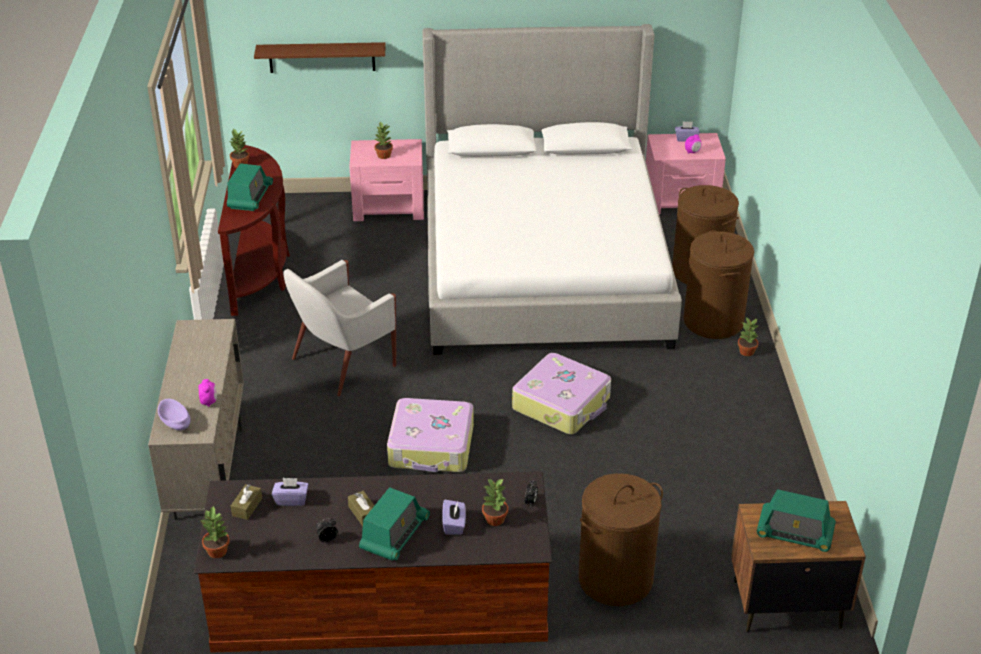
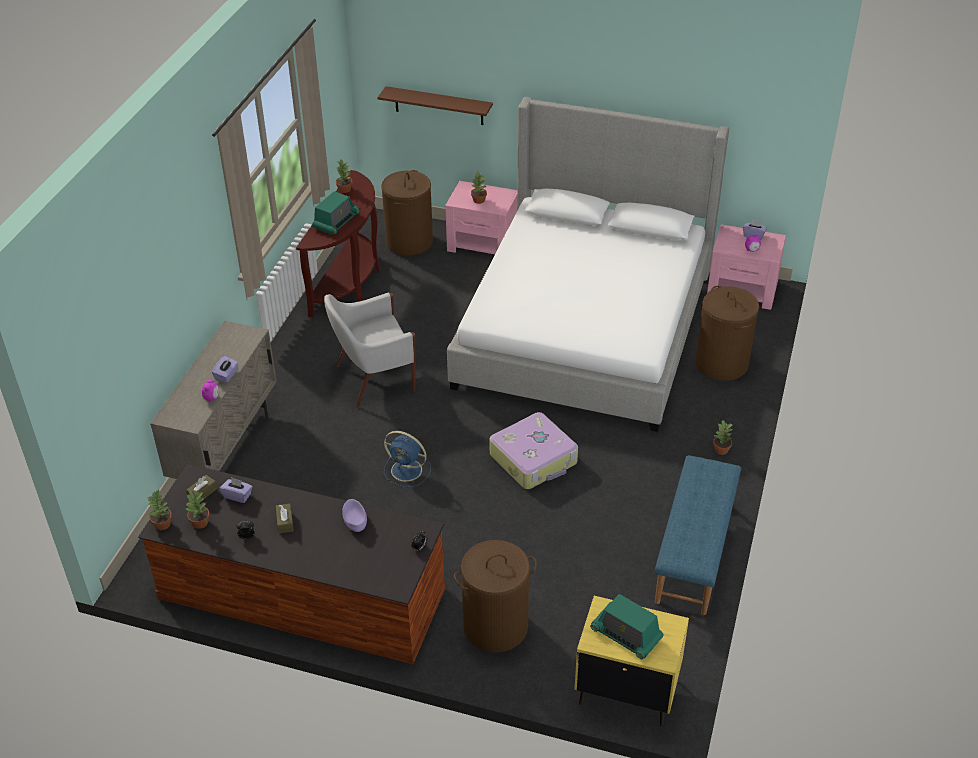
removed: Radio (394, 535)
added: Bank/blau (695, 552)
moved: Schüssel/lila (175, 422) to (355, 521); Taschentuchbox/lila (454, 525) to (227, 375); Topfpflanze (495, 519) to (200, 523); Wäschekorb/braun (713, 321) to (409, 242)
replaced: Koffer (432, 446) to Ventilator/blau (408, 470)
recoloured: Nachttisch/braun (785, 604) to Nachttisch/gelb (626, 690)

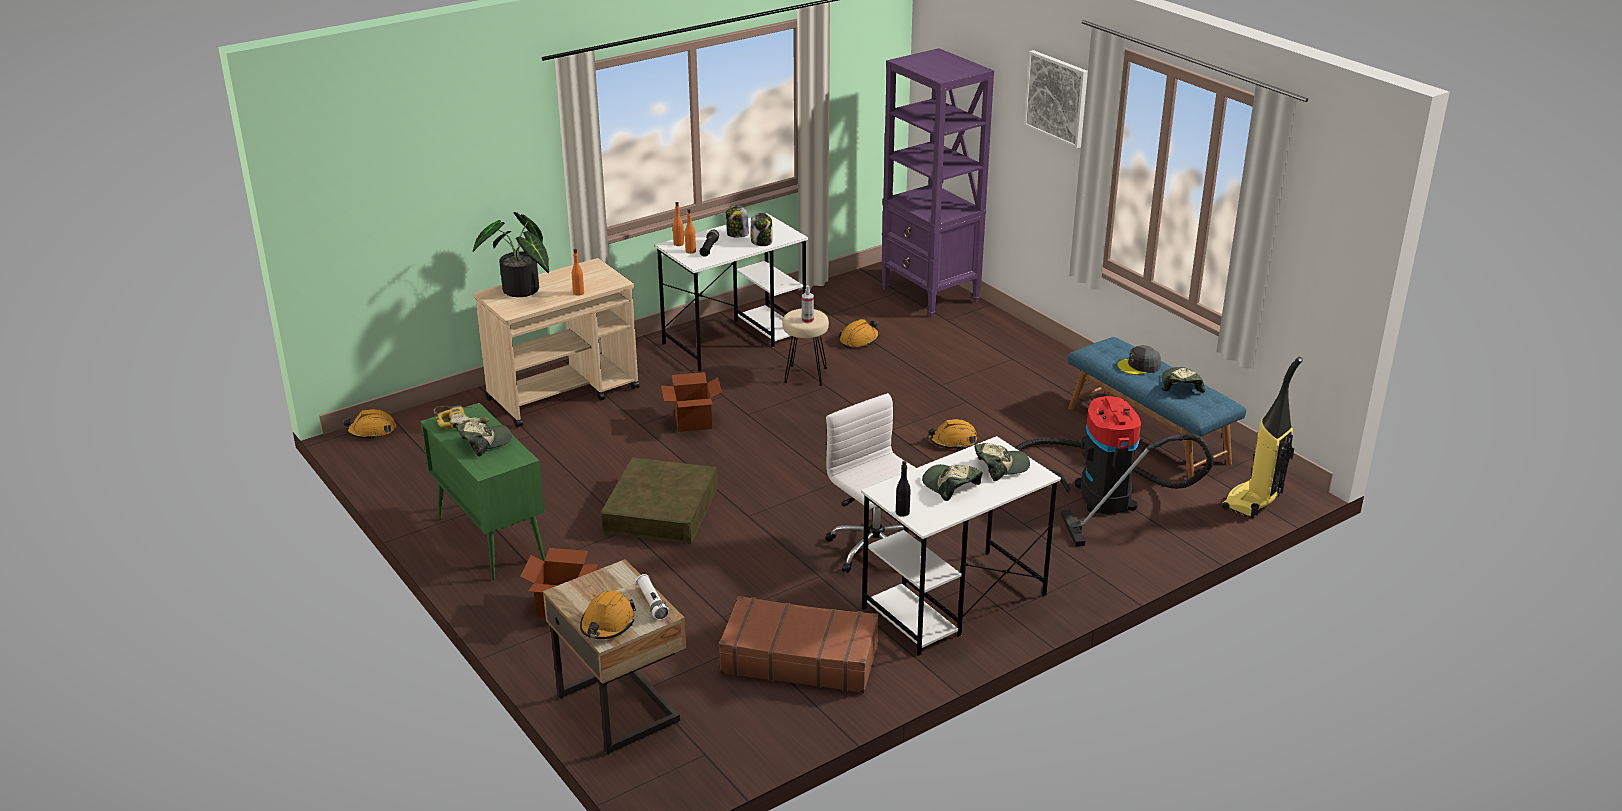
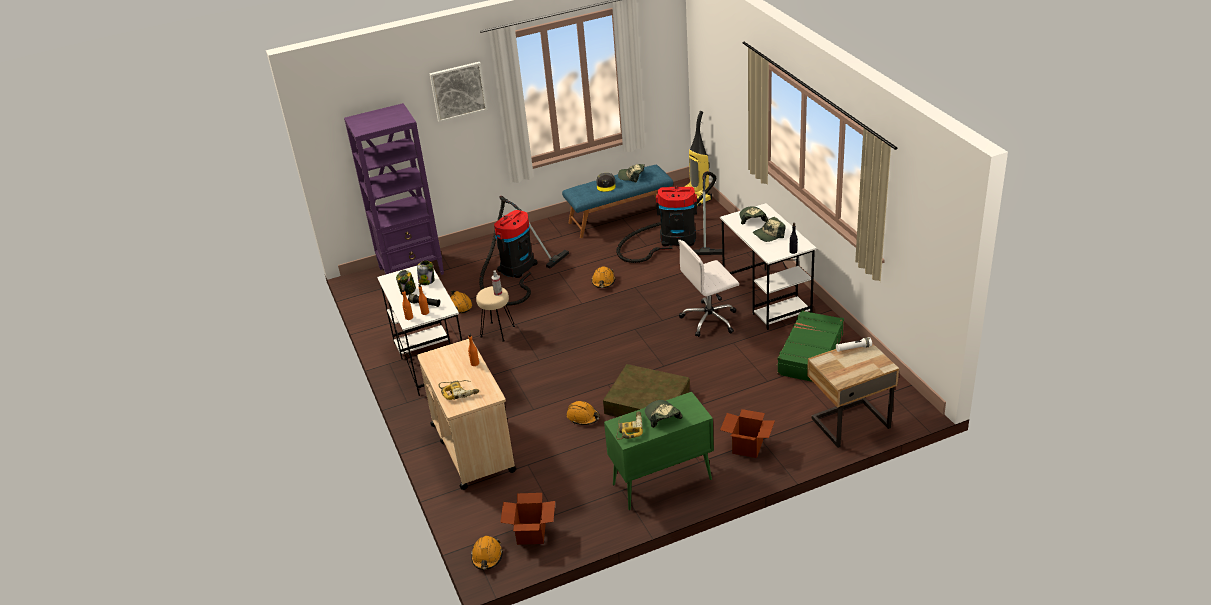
added: Staubsauger (515, 270)
moved: Schutzhelm/orange (607, 624) to (583, 417); Karton (693, 422) to (531, 533)
replaced: Topfpflanze (521, 292) to Bohrmaschine (459, 392)
recoloured: Koffer/braun (799, 658) to Koffer/grün (809, 355)

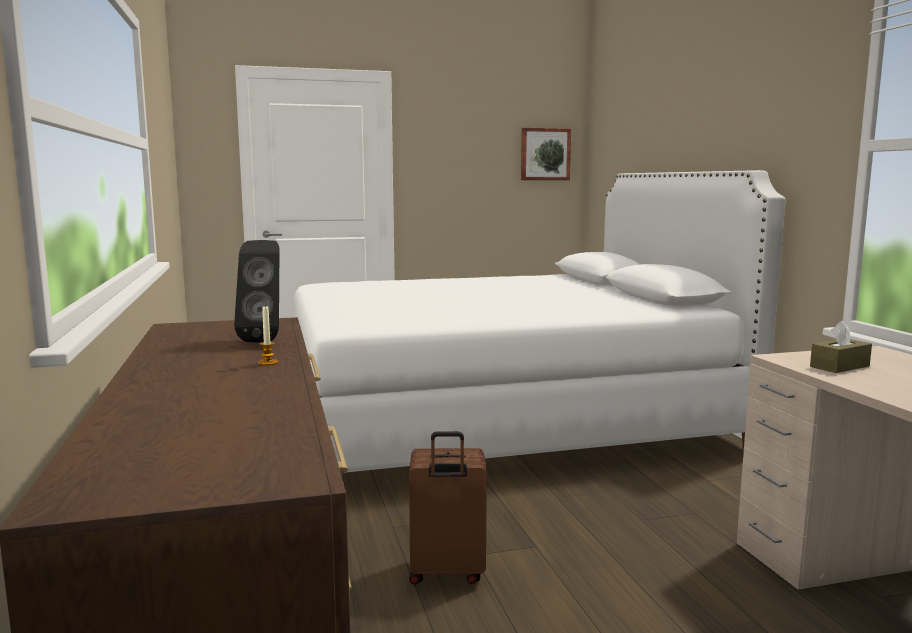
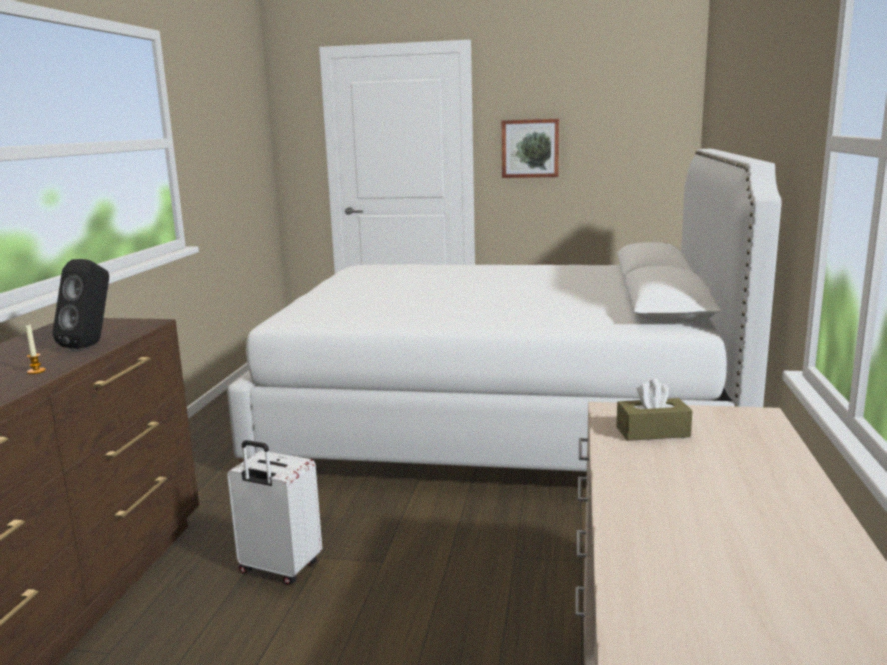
moved: Bild (545, 154) to (530, 148)
recoloured: Koffer/braun (446, 573) to Koffer/weiß (279, 569)

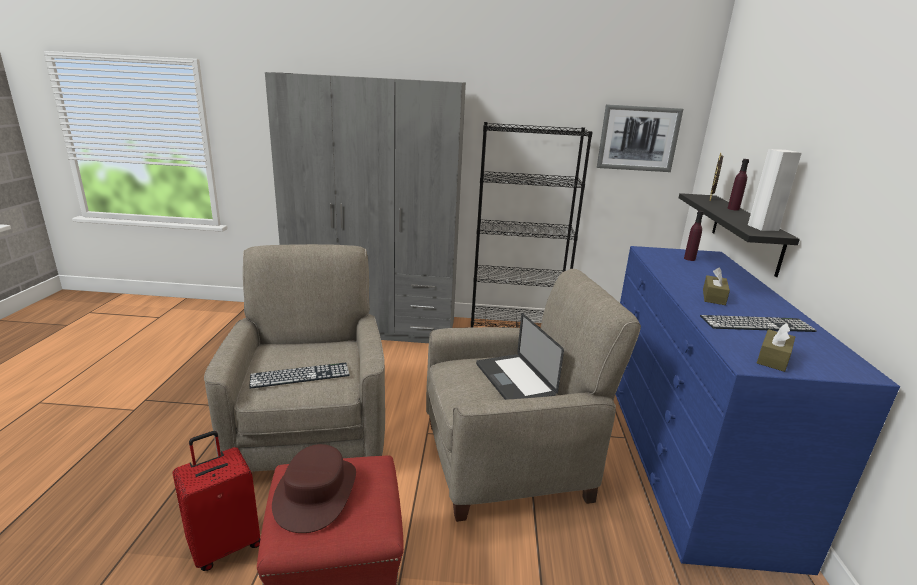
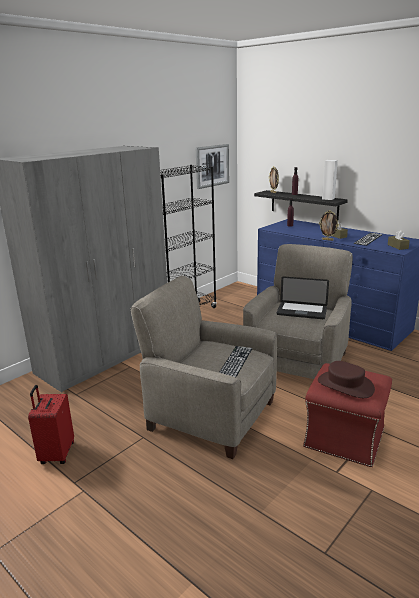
added: Bilderrahmen (327, 240)
moved: Koffer/rot (225, 545) to (56, 454)

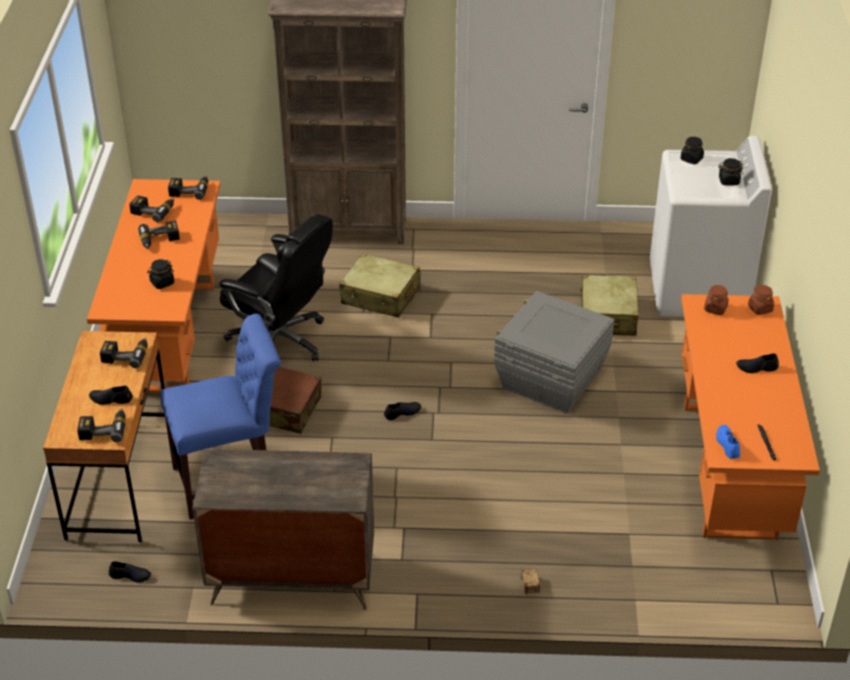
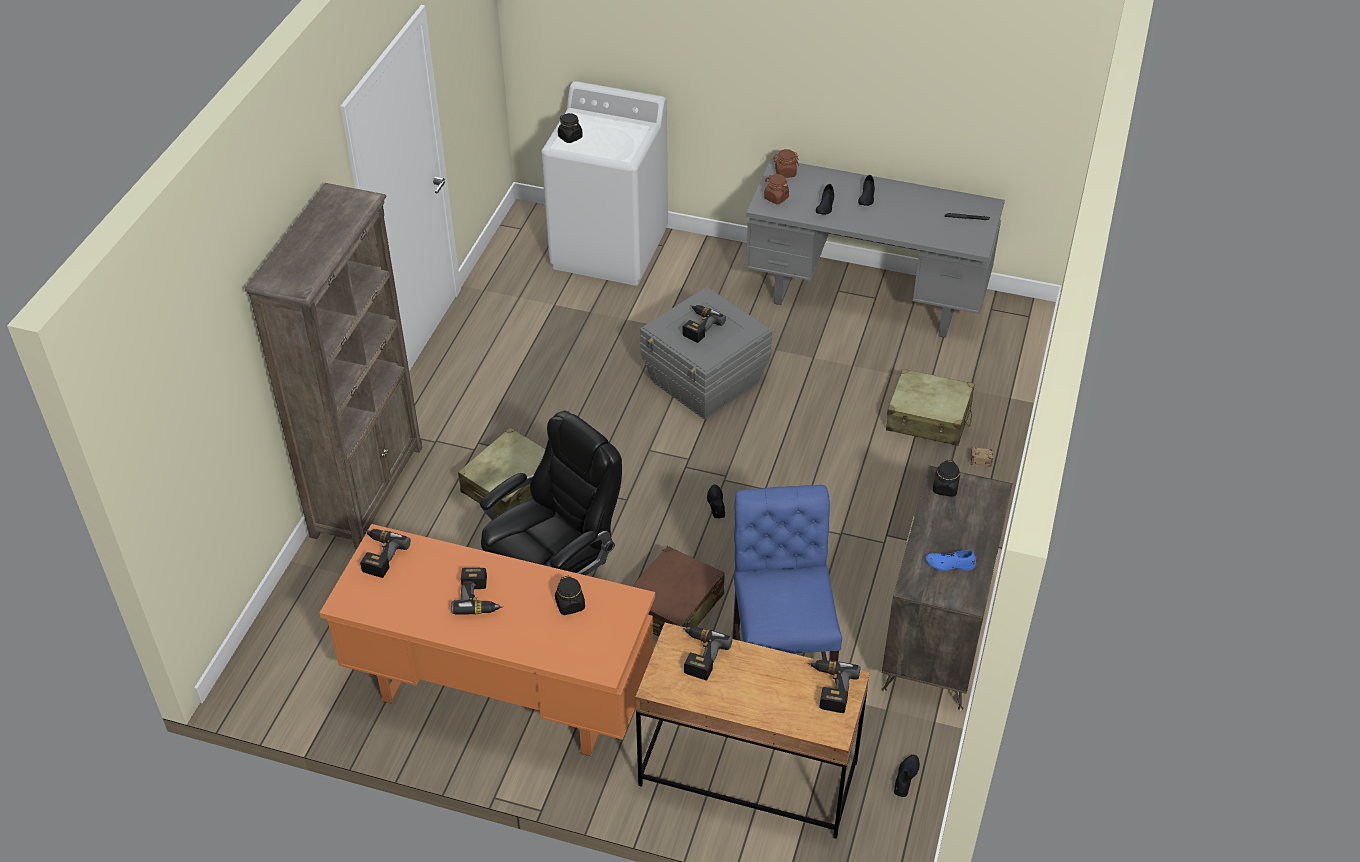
moved: Schuh/schwarz (111, 399) to (825, 205); Bohrmaschine (153, 211) to (698, 326); Koffer/beige (607, 316) to (928, 418); Schuh/blau (727, 444) to (950, 564); Vorratsglas/schwarz (728, 181) to (945, 488)
recoloured: Schreibtisch/orange (730, 470) to Schreibtisch/grau (867, 299)

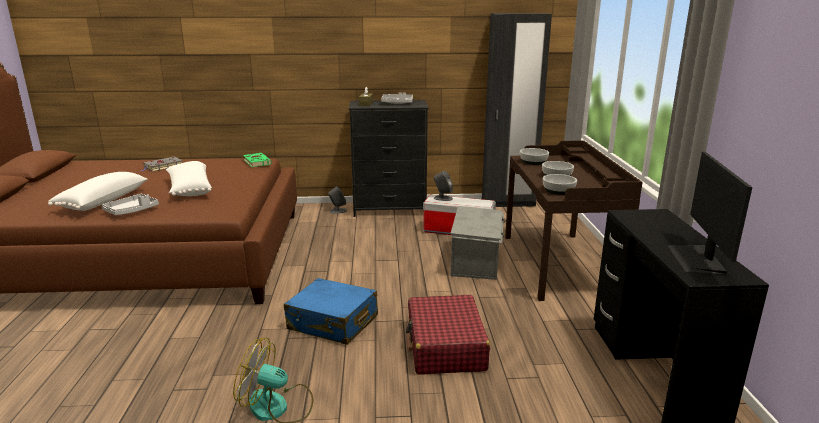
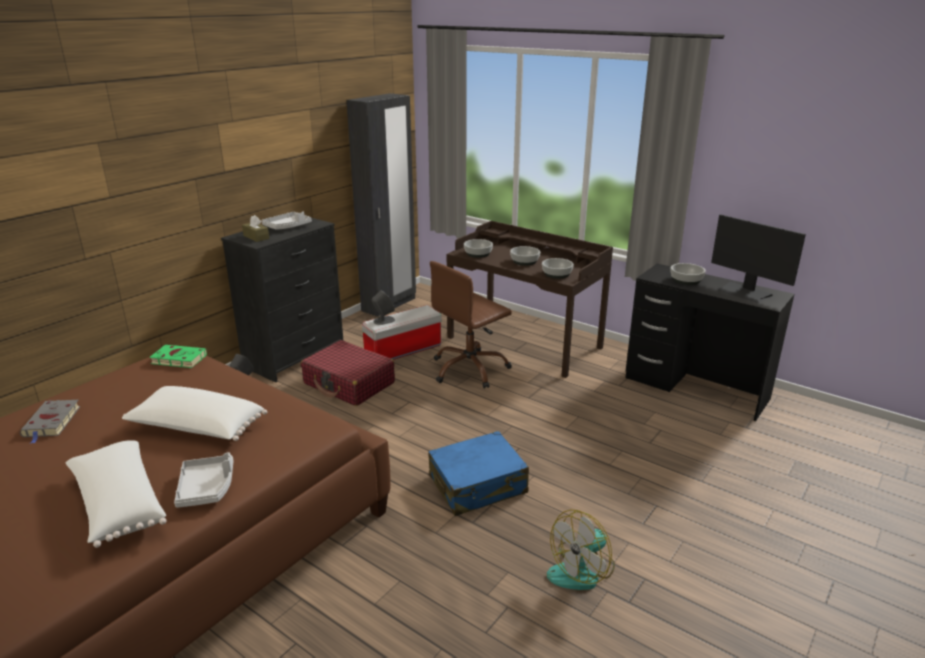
added: Schüssel (685, 280)
moved: Koffer/rot (445, 346) to (349, 383)
replaced: Aufbewahrungsbox/grau (477, 261) to Bürostuhl/braun (470, 369)

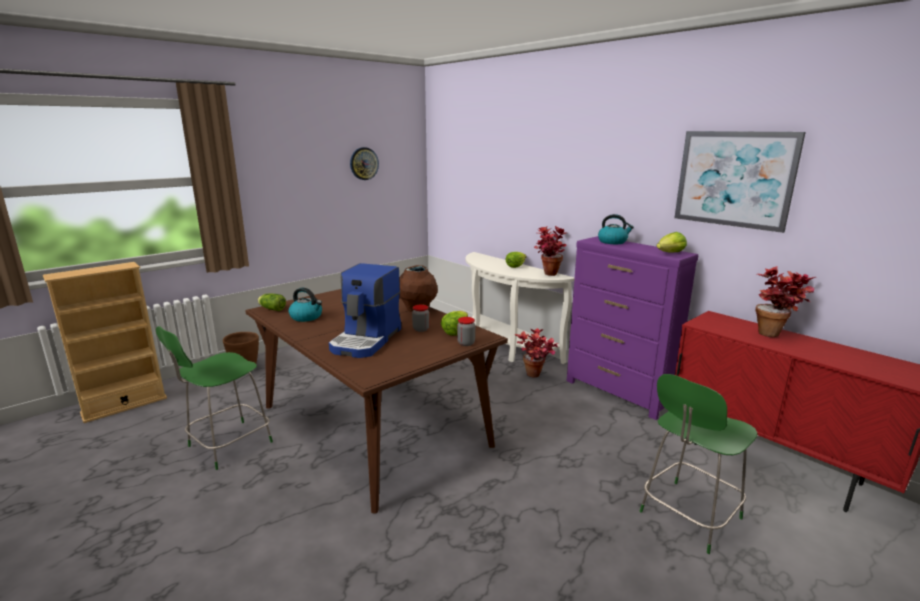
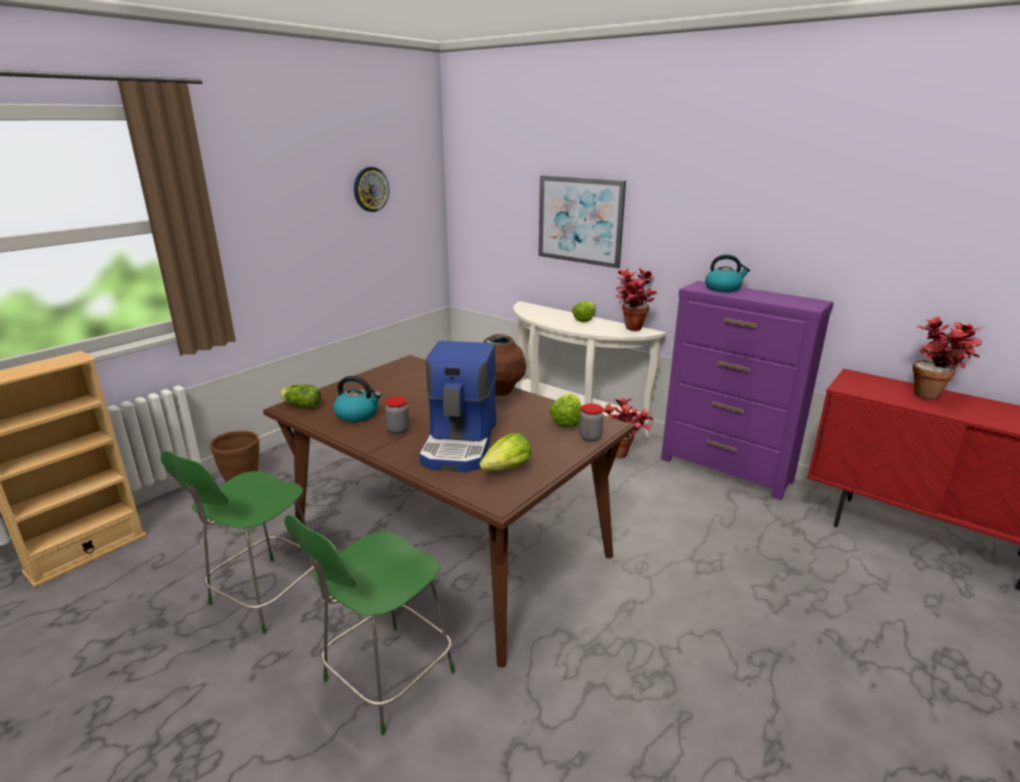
moved: Vorratsglas (421, 329) to (398, 430); Stuhl/grün (688, 516) to (385, 679); Salatkopf (670, 253) to (507, 468); Bild (734, 179) to (580, 220)

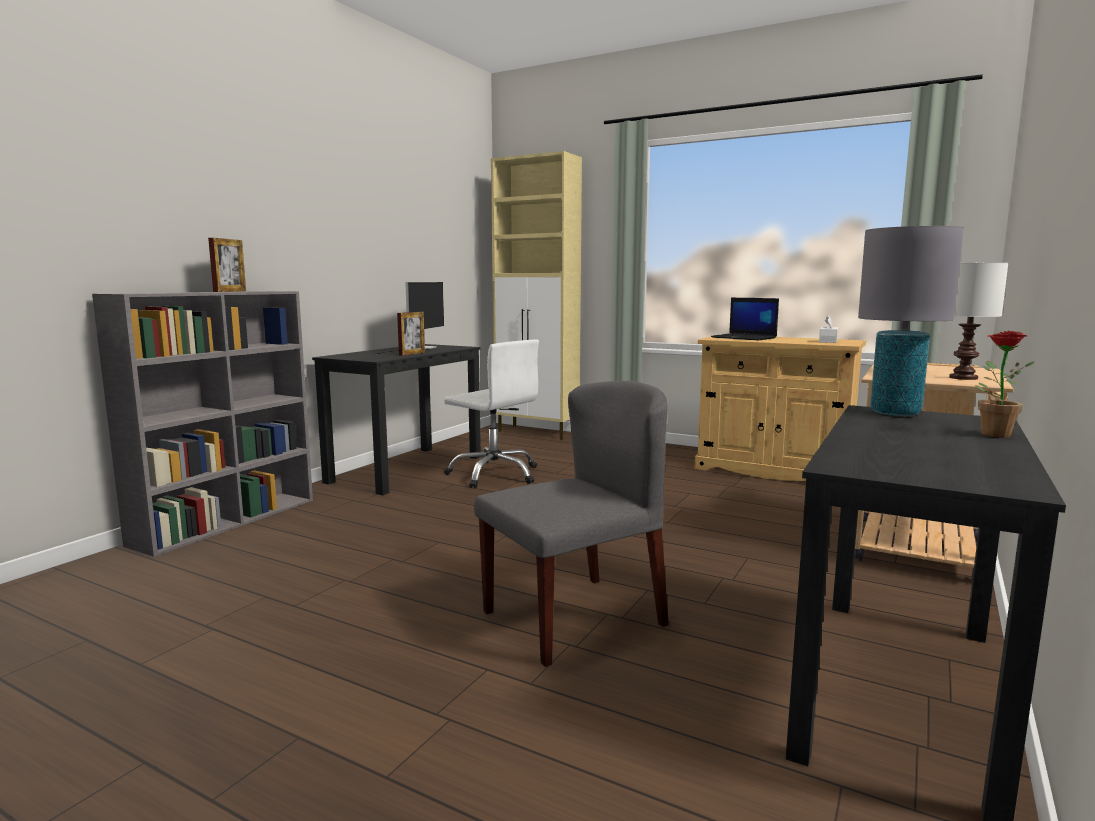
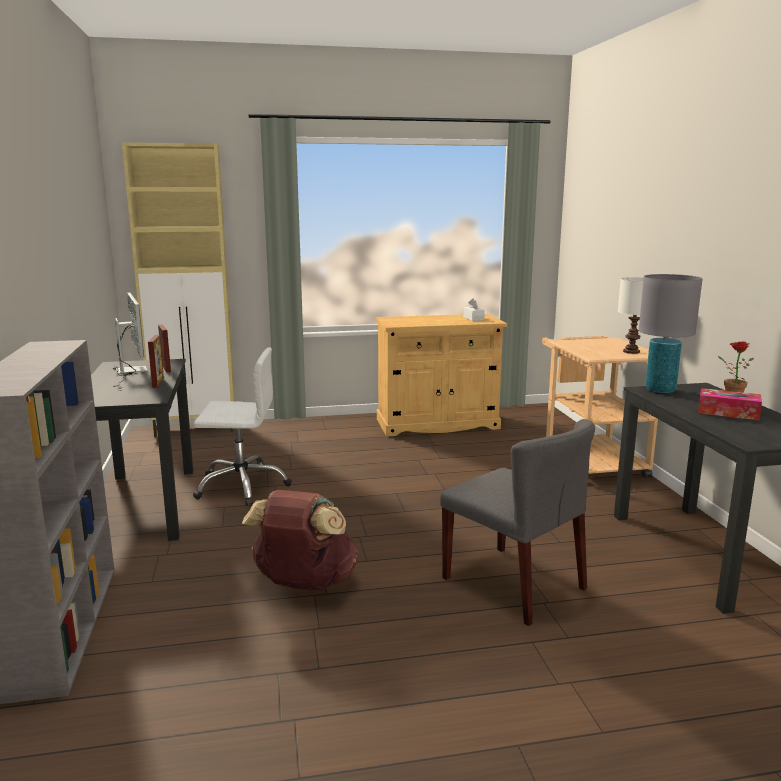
removed: Laptop (745, 338)
added: Rucksack/braun (304, 584); Taschentuchbox (728, 412)
moved: Bilderrahmen (230, 291) to (166, 368)
turned: Stuhl/grau (574, 617) = (515, 583) 120 degrees clockwise

